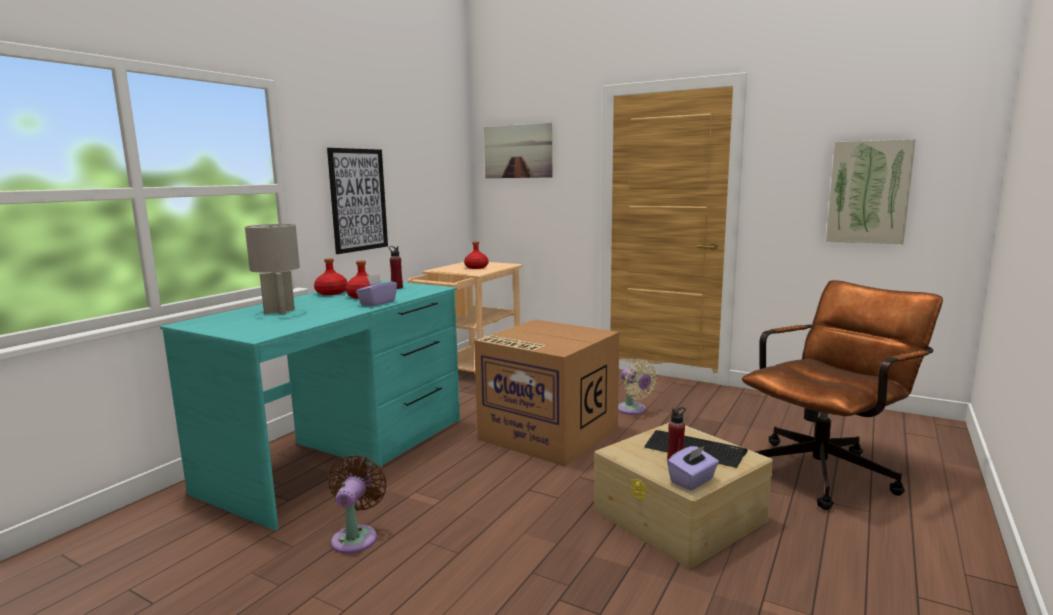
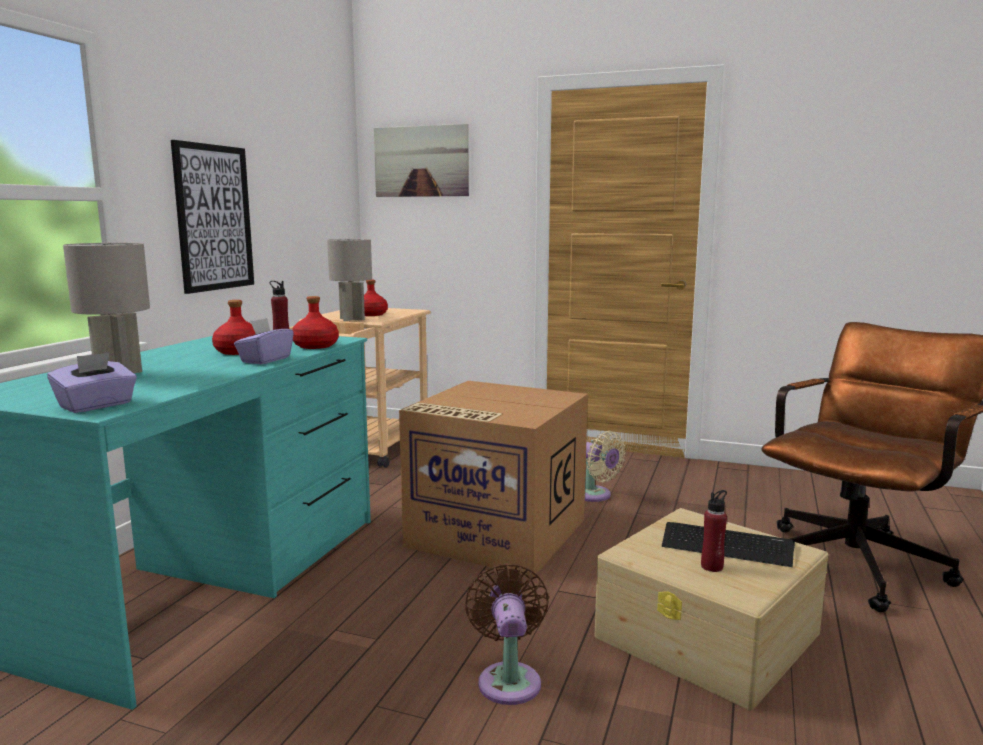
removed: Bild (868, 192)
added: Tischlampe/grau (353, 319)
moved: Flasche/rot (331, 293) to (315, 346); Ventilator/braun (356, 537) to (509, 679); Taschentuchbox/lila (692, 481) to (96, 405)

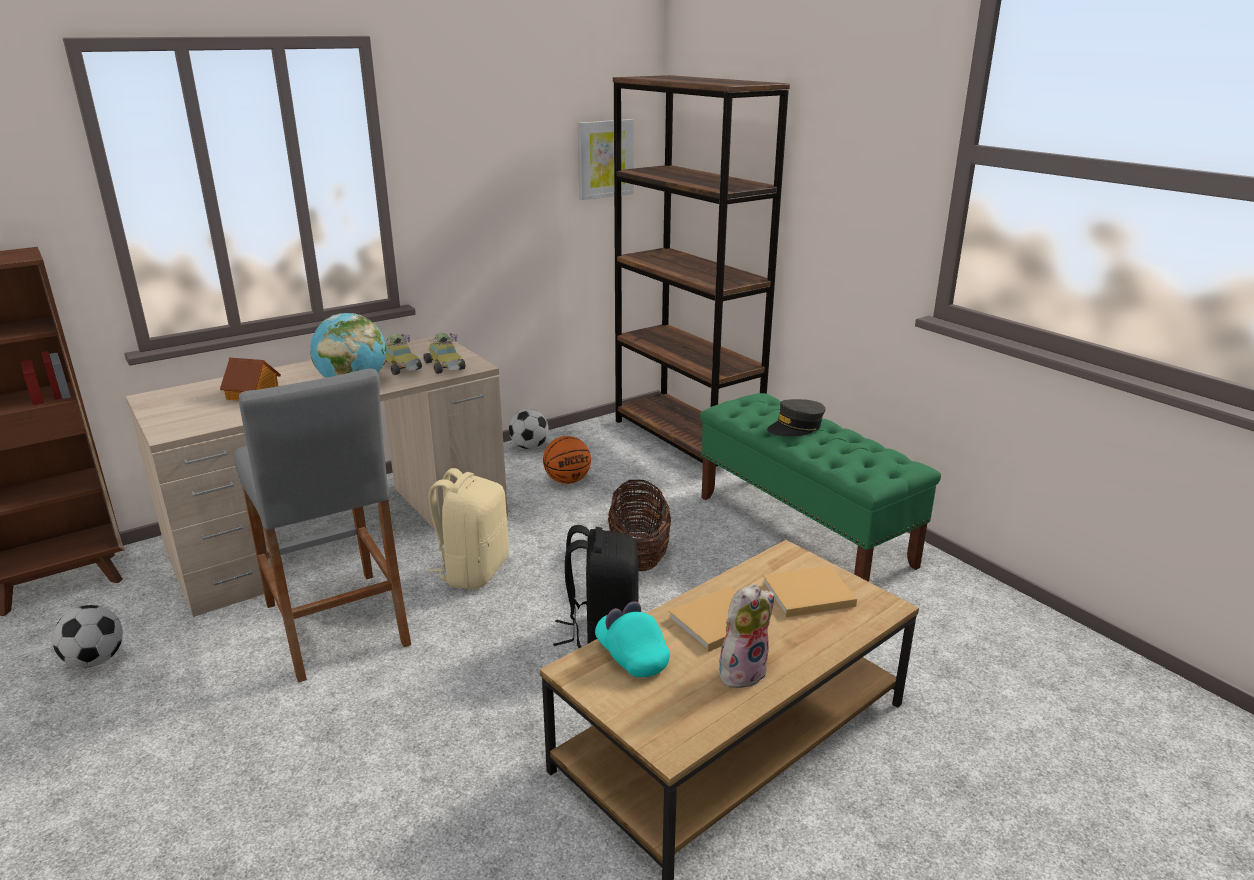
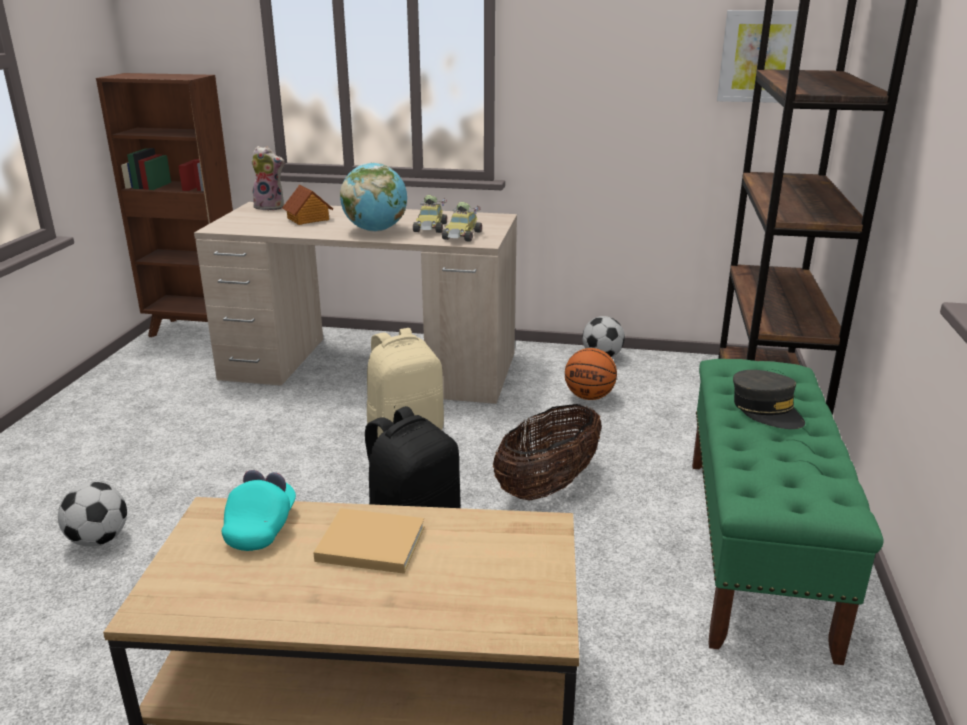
removed: Hocker/grau (336, 624); Buch/beige (805, 594)
moved: Fußball (95, 661) to (98, 540); Plüschtier (742, 671) to (271, 207)
turned: Kappe/grau (796, 427) = (766, 410) 135 degrees counterclockwise

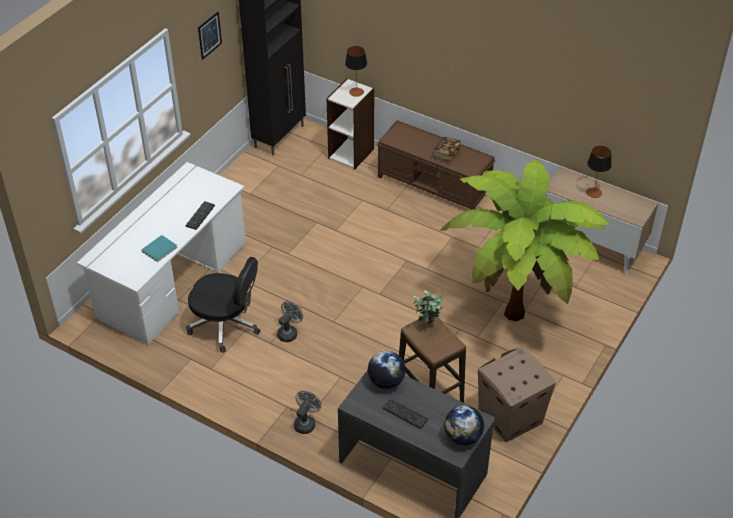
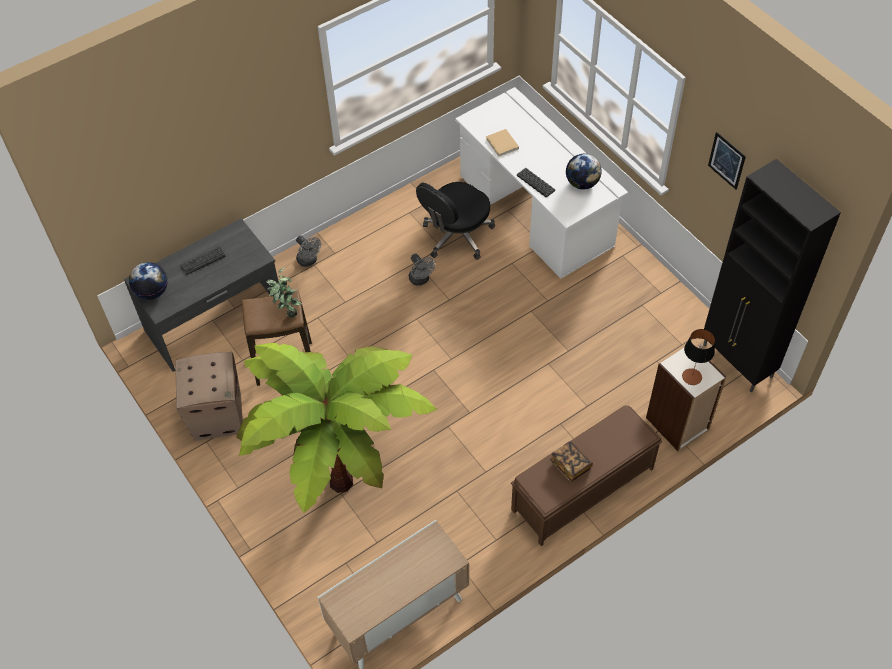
removed: Tischlampe (594, 192)
moved: Globus (386, 381) to (582, 183)
recoloured: Buch/türkis (160, 249) to Buch/beige (502, 144)

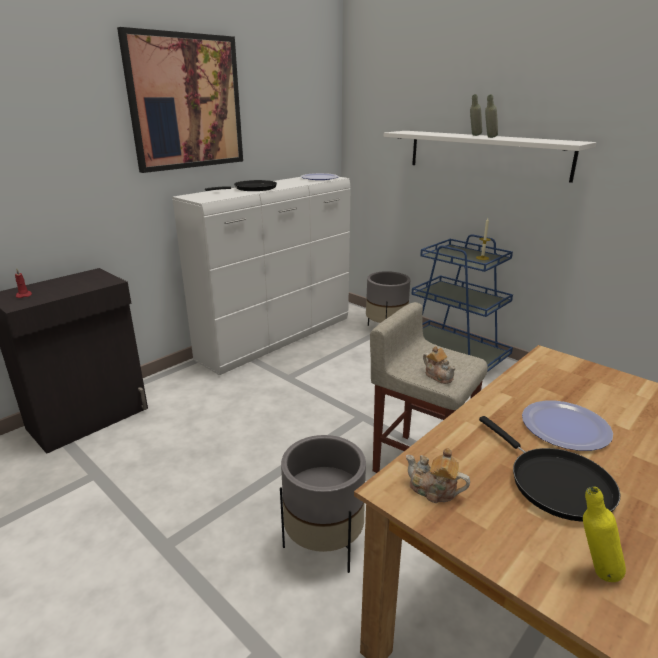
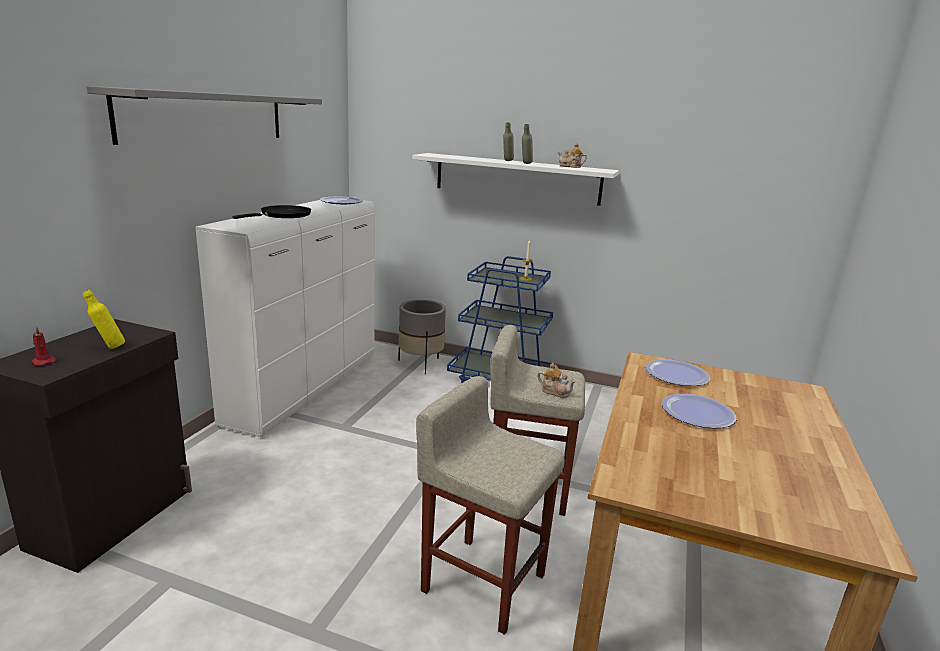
removed: Pfanne/schwarz (555, 483)
added: Teller (677, 374)
moved: Teekanne (433, 490) to (570, 167); Flasche/gelb (593, 572) to (108, 347)
replaced: Bild (186, 102) to Wandregal/grau (207, 116); Pflanzkübel/grau (324, 544) to Hocker/beige (482, 581)

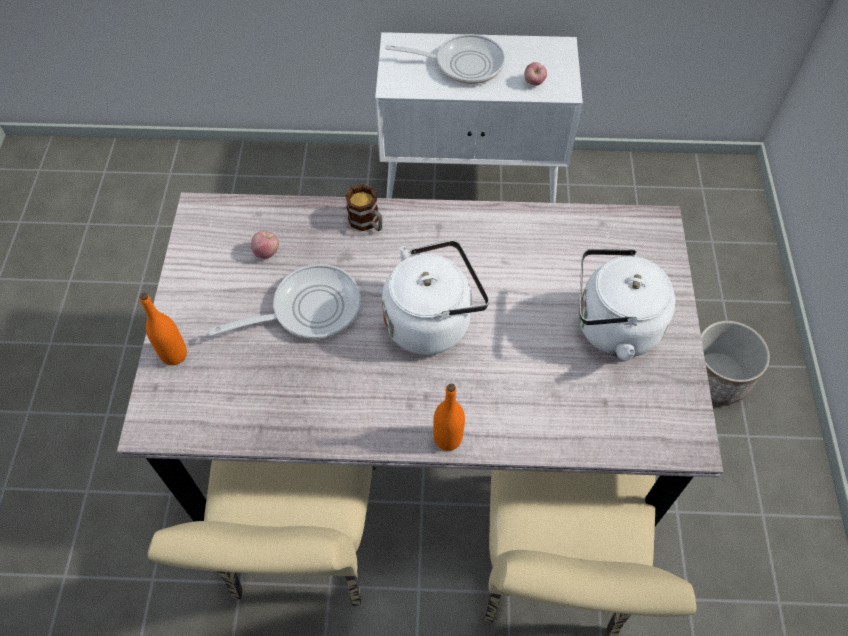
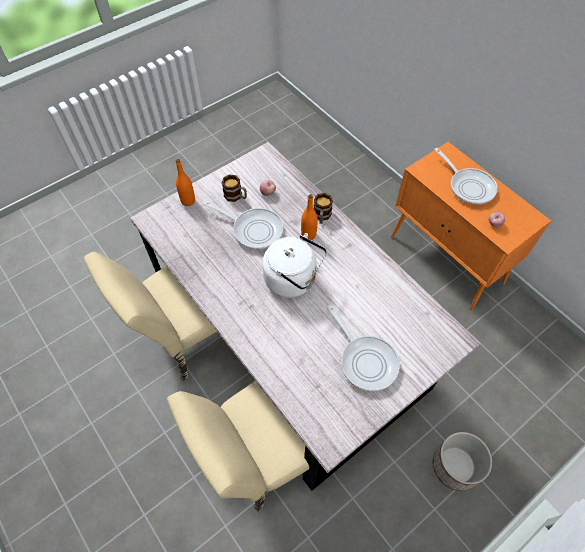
added: Henkelbecher (236, 196)
moved: Flasche/orange (448, 438) to (308, 235)
replaced: Wasserkessel/weiß (611, 327) to Pfanne (365, 360)
recoloured: Schrank/weiß (472, 183) to Schrank/orange (447, 260)

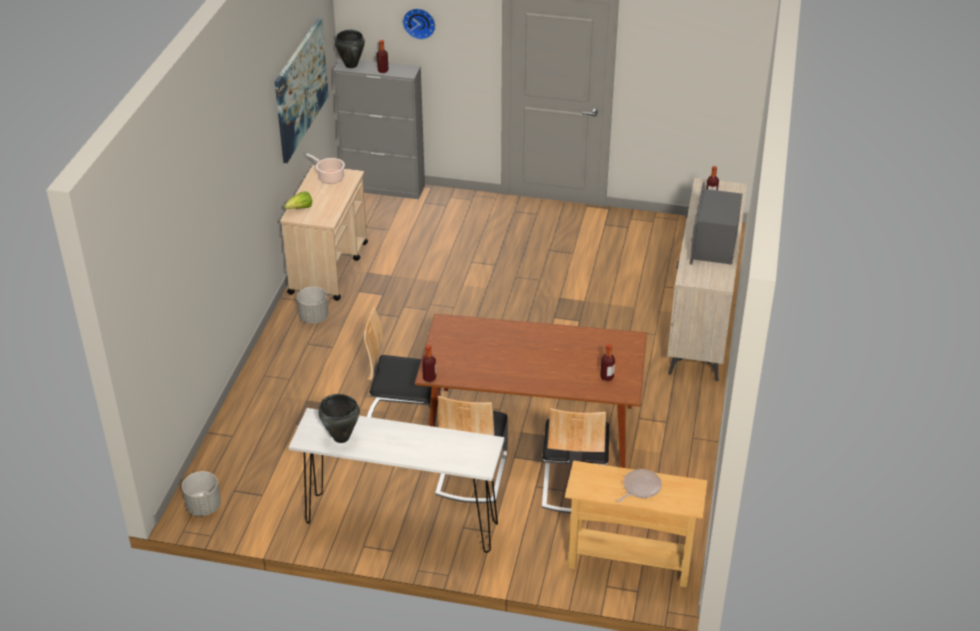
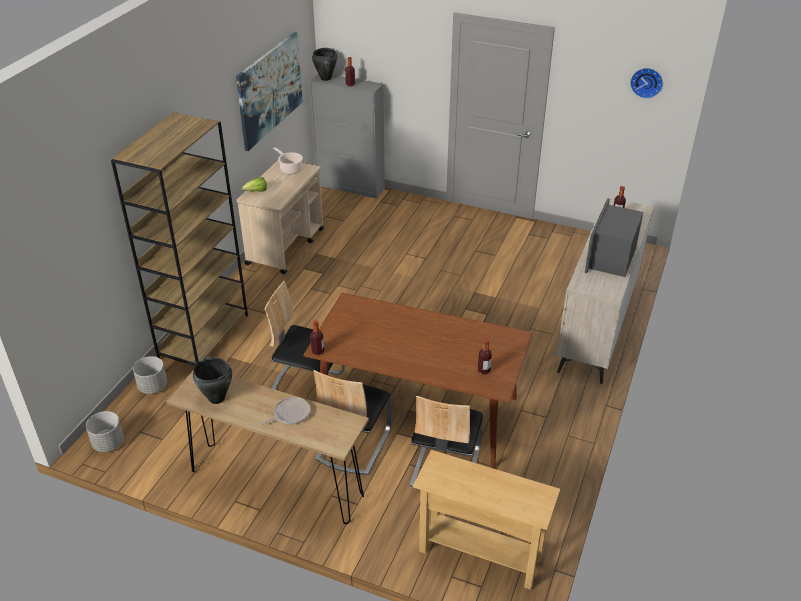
added: Bücherregal/braun (204, 336)
moved: Pflanzkübel/grau (314, 317) to (153, 386); Wanduhr (419, 22) to (647, 82); Pfanne (640, 488) to (290, 414)
recoloured: Konsolentisch/weiß (401, 523) to Konsolentisch/braun (276, 483)

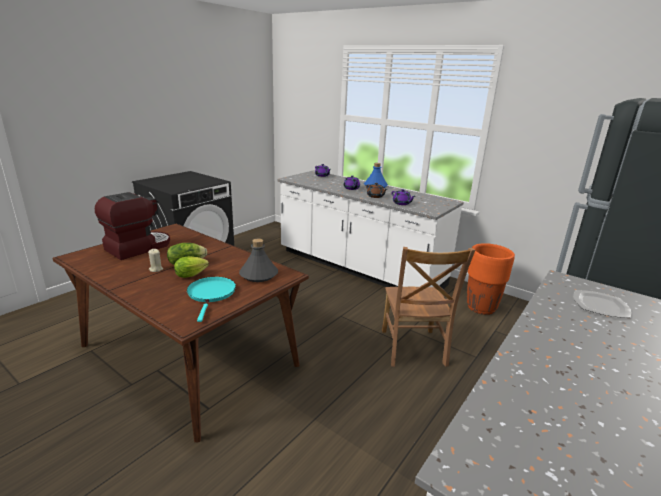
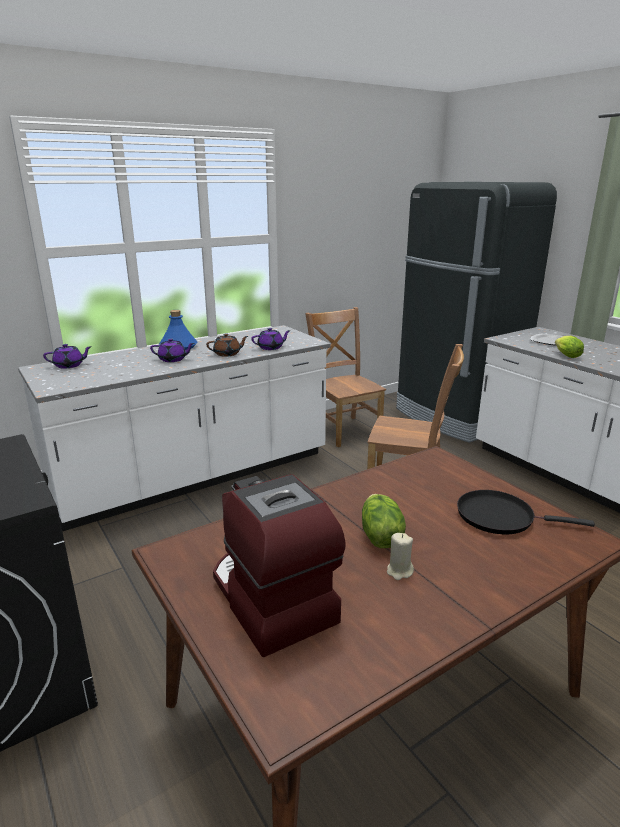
removed: Flasche/grau (258, 275)
moved: Salatkopf (193, 275) to (565, 355)
replaced: Pflanzkübel/orange (481, 308) to Stuhl/braun (344, 429)
recoloured: Pfanne/türkis (211, 294) to Pfanne/schwarz (500, 517)

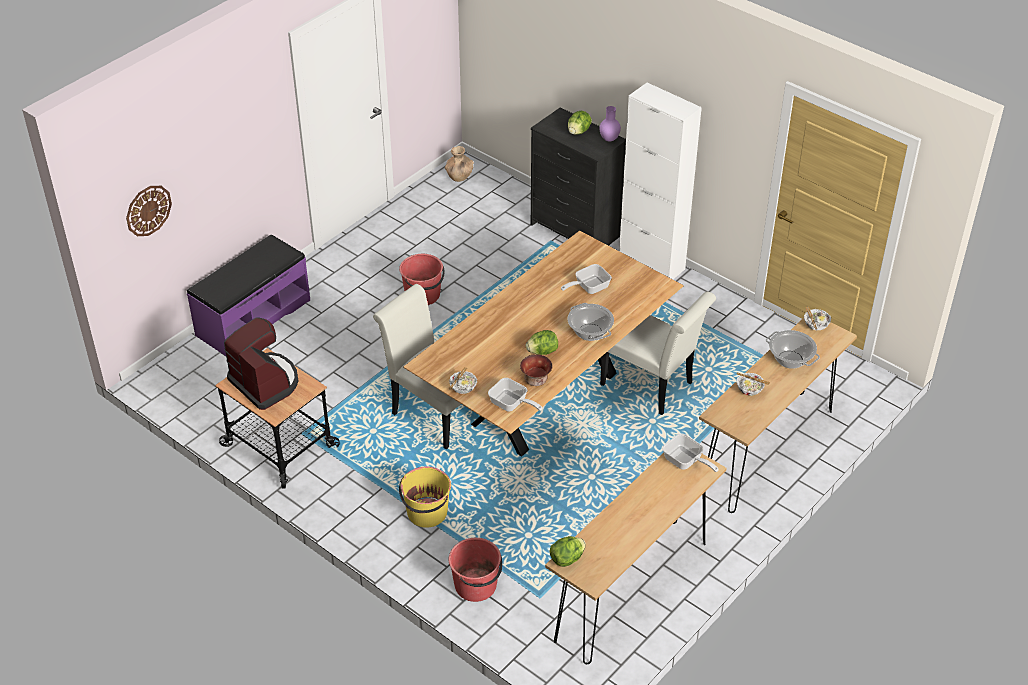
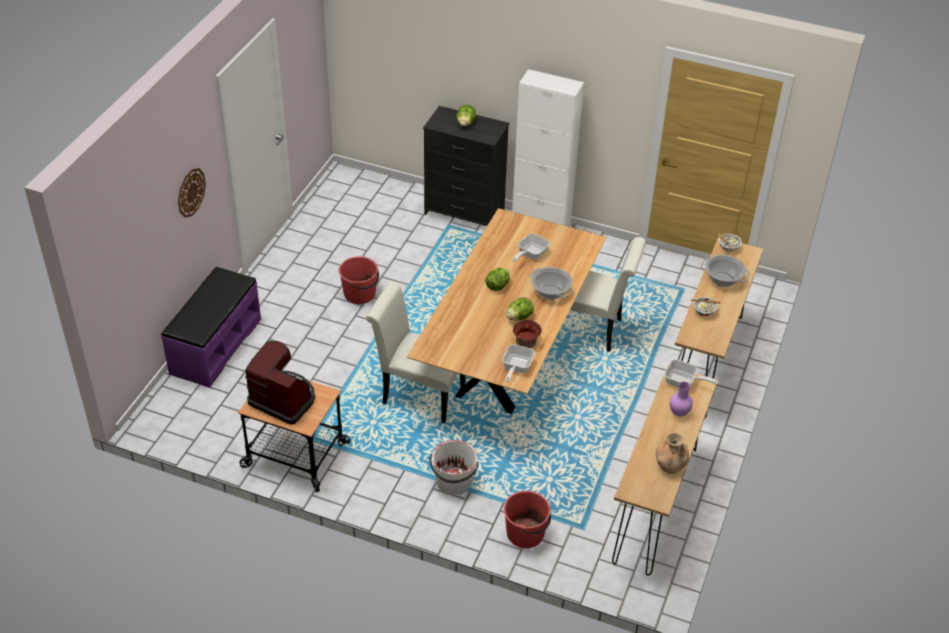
removed: Schüssel (463, 388)
moved: Wanduhr (148, 210) to (191, 192); Vase/braun (459, 176) to (670, 465); Salatkopf (567, 559) to (497, 286); Vase/lila (609, 139) to (679, 413)
recoloured: Eimer/gelb (427, 513) to Eimer/weiß (454, 482)
turned: Pfanne (511, 404) = (516, 368) 90 degrees clockwise

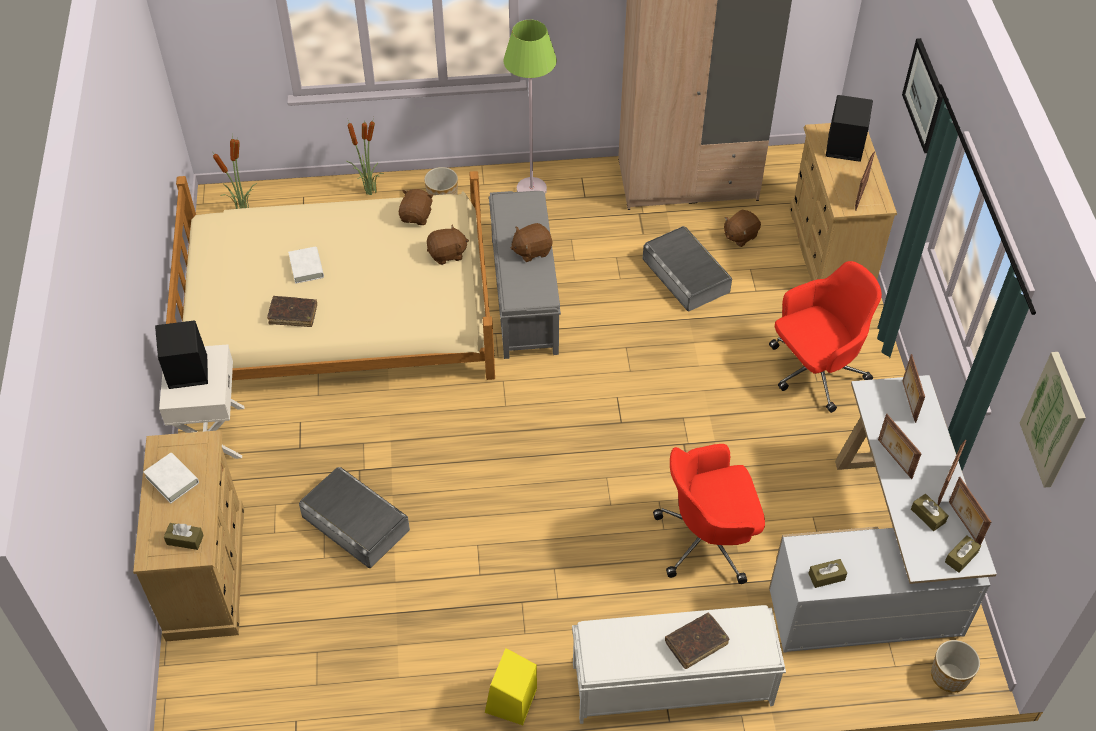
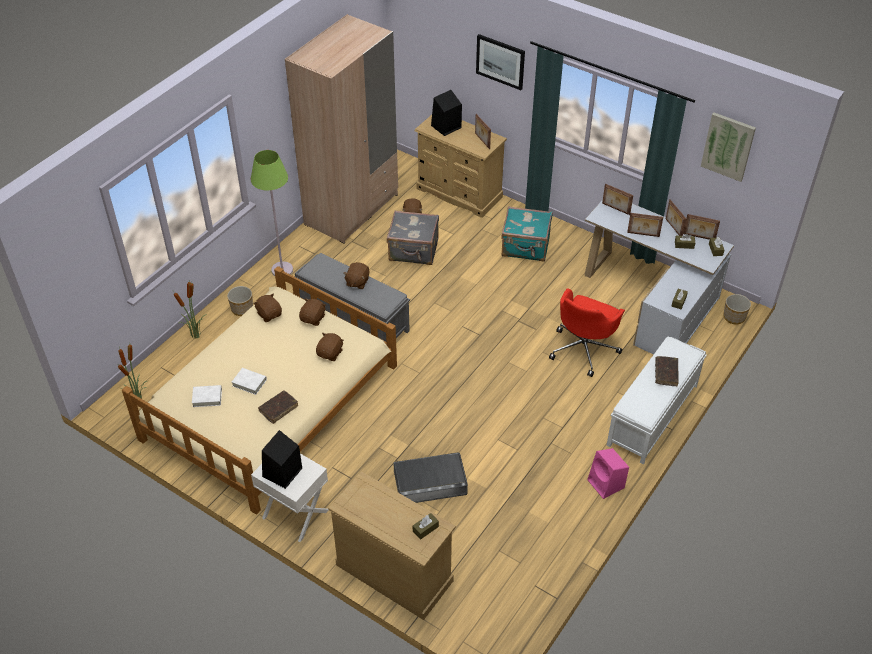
added: Plüschtier/braun (330, 353)
moved: Buch/weiß (172, 480) to (207, 397)
replaced: Aufbewahrungsbox/grau (686, 275) to Koffer/grau (413, 251); Bürostuhl/rot (815, 372) to Koffer/türkis (525, 247)
recoloured: Lautsprecher/gelb (510, 702) to Lautsprecher/rosa (606, 484)

